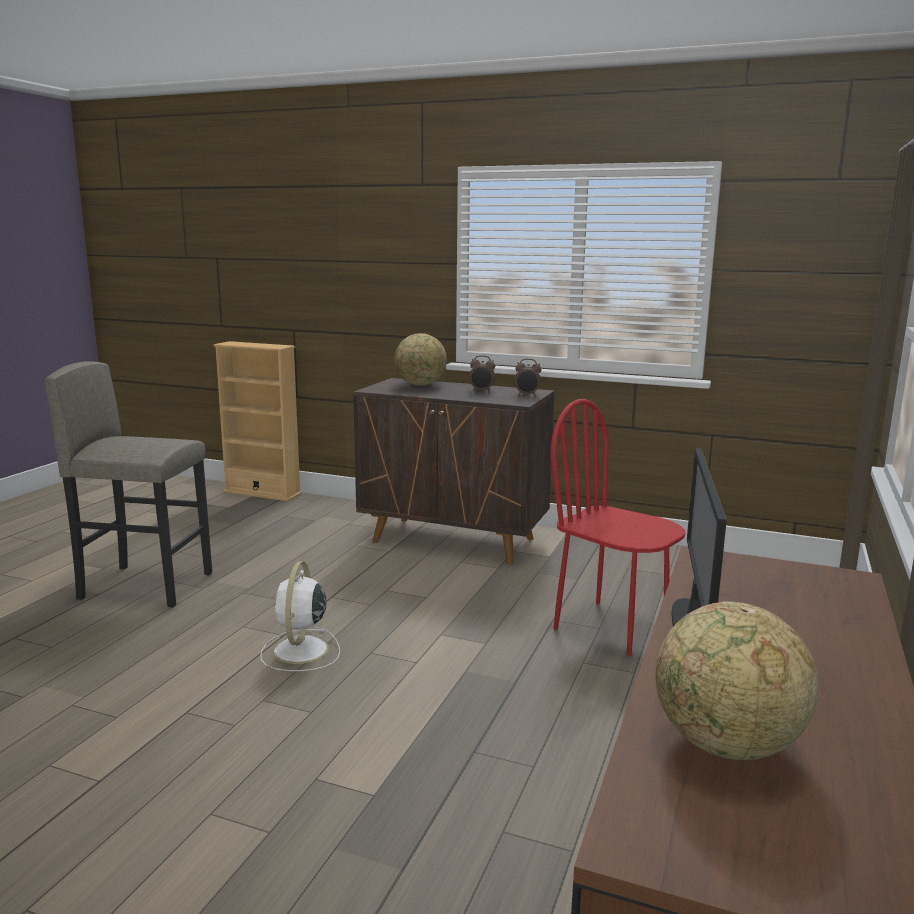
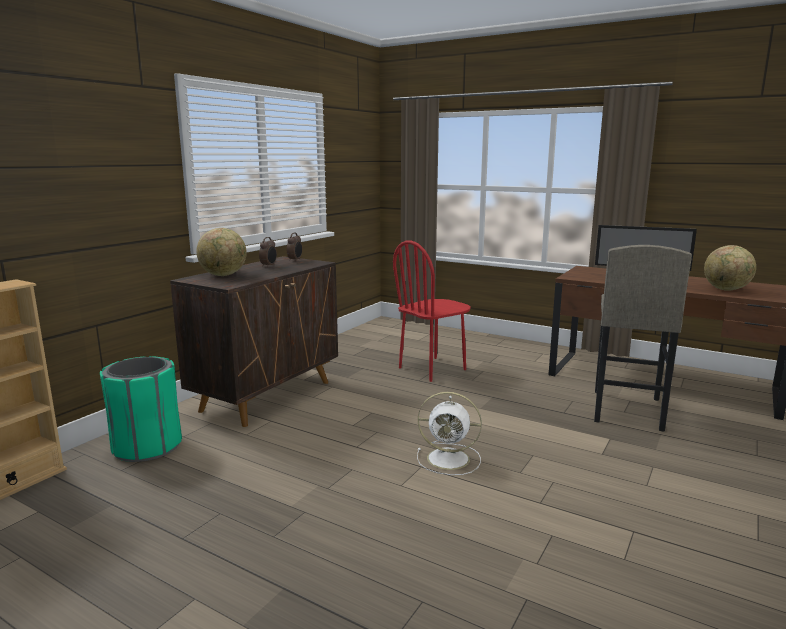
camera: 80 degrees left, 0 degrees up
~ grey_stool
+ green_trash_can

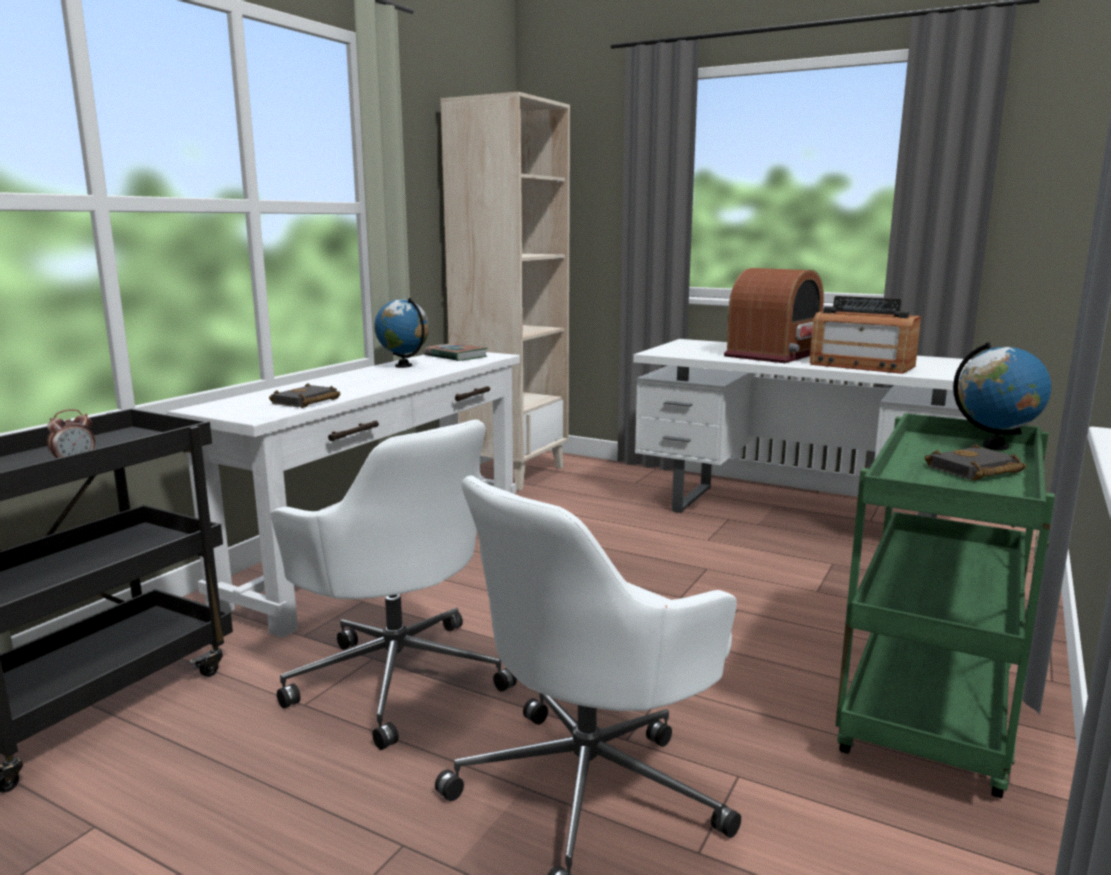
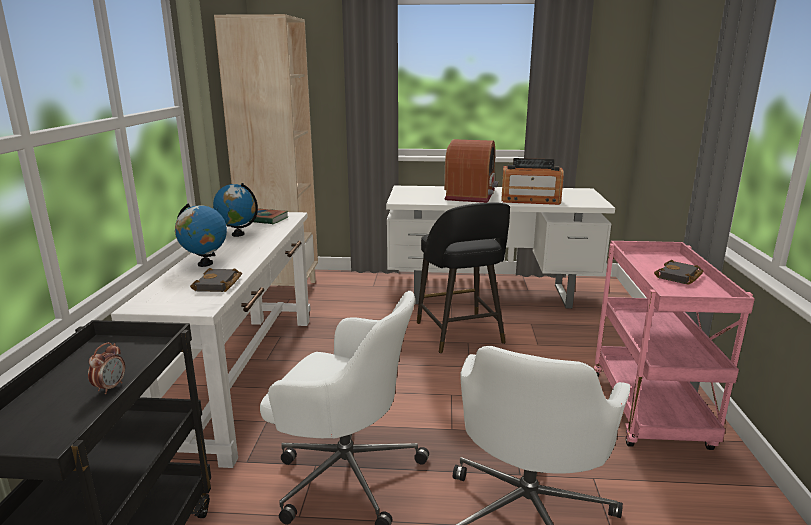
camera: 25 degrees left, 5 degrees up
~ green_cart to pink_cart
~ globe (no. 2 from left in the first image) to globe (no. 1 from left)
+ black_stool

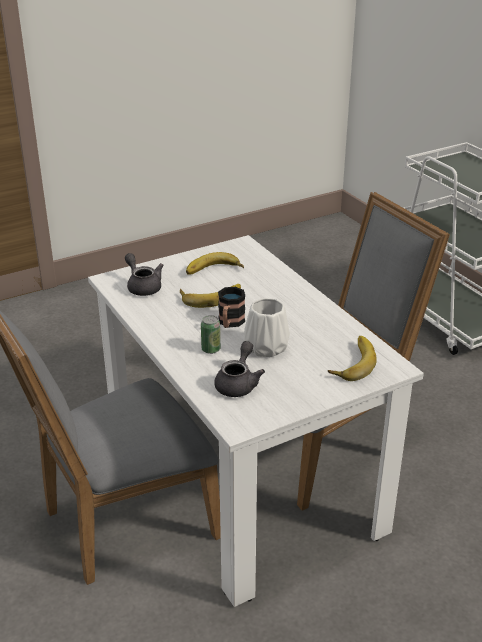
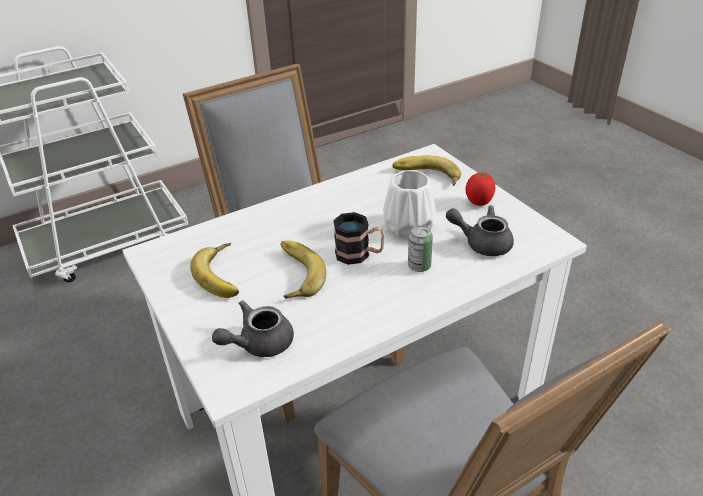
camera: 90 degrees left, 5 degrees up
+ tomato

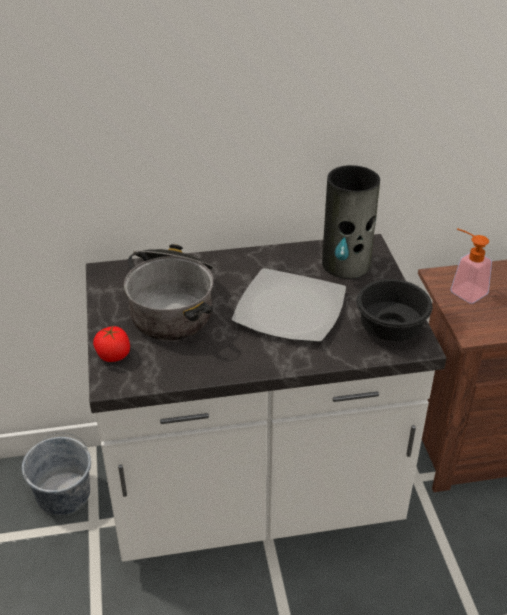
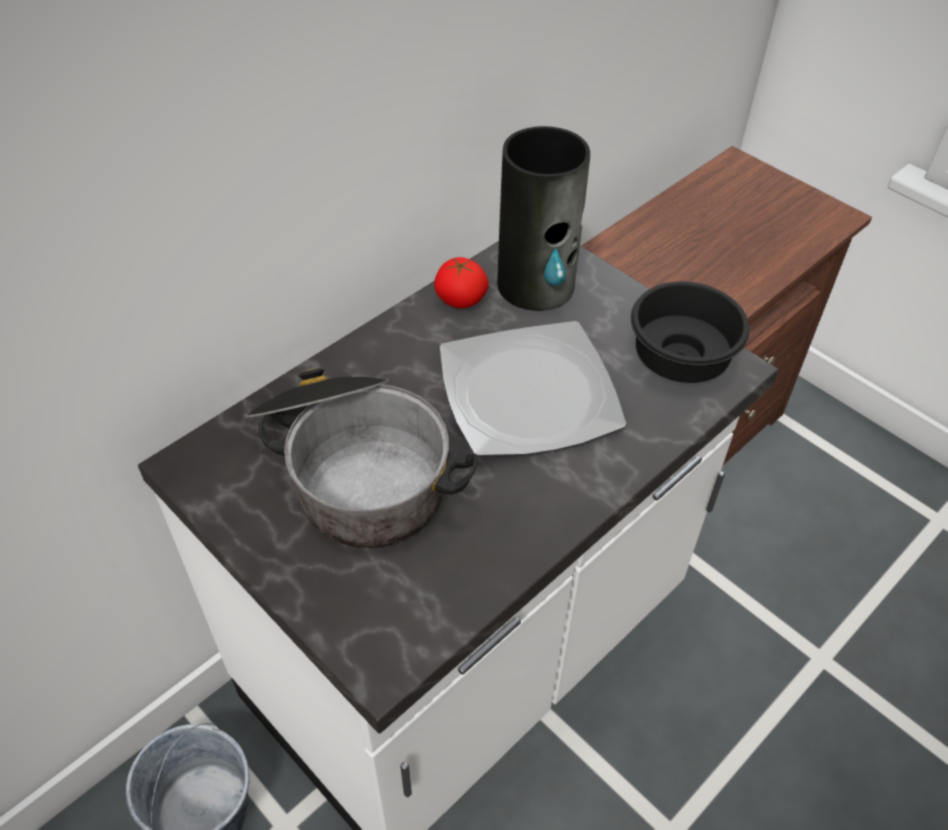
camera: 35 degrees left, 10 degrees up
~ tomato
- soap_dispenser

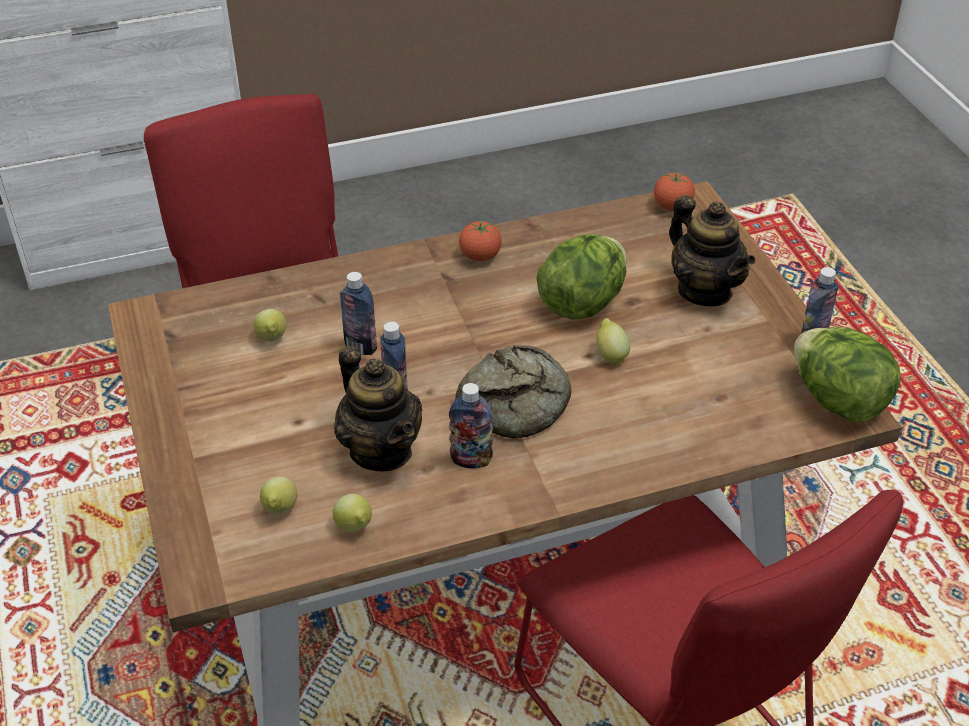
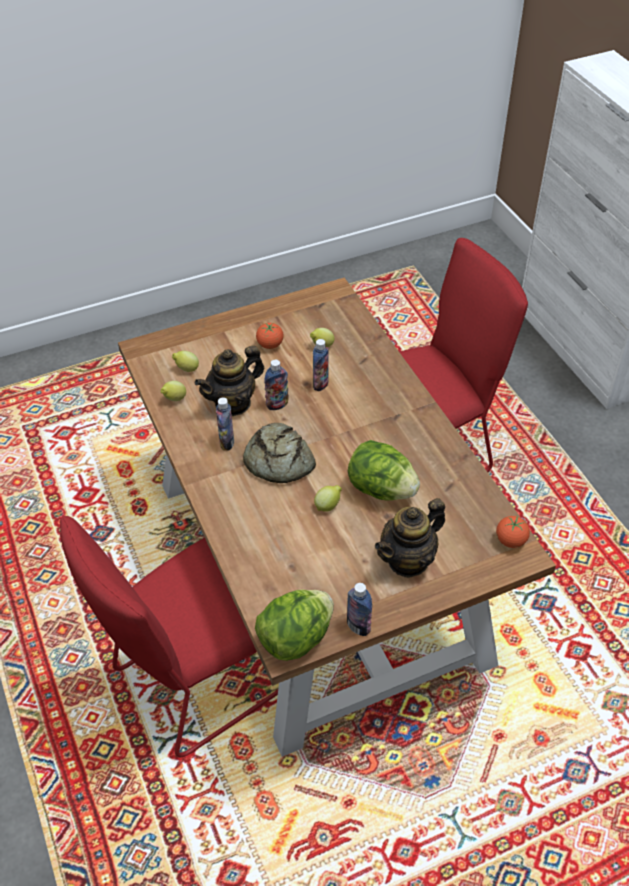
camera: 85 degrees right, 5 degrees up
~ tomato (no. 1 from left)

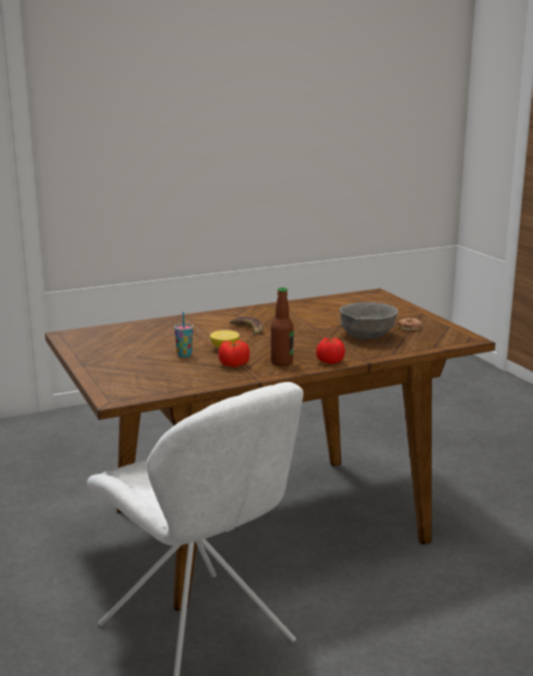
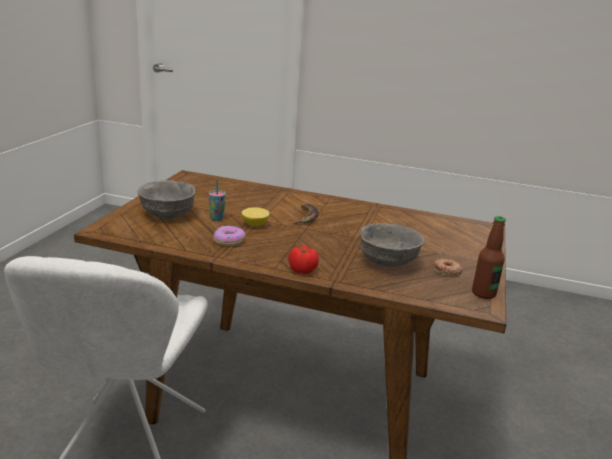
camera: 40 degrees right, 5 degrees up
~ tomato (no. 1 from left) to donut (no. 1 from left)
~ bottle
+ grey_bowl (no. 1 from left)

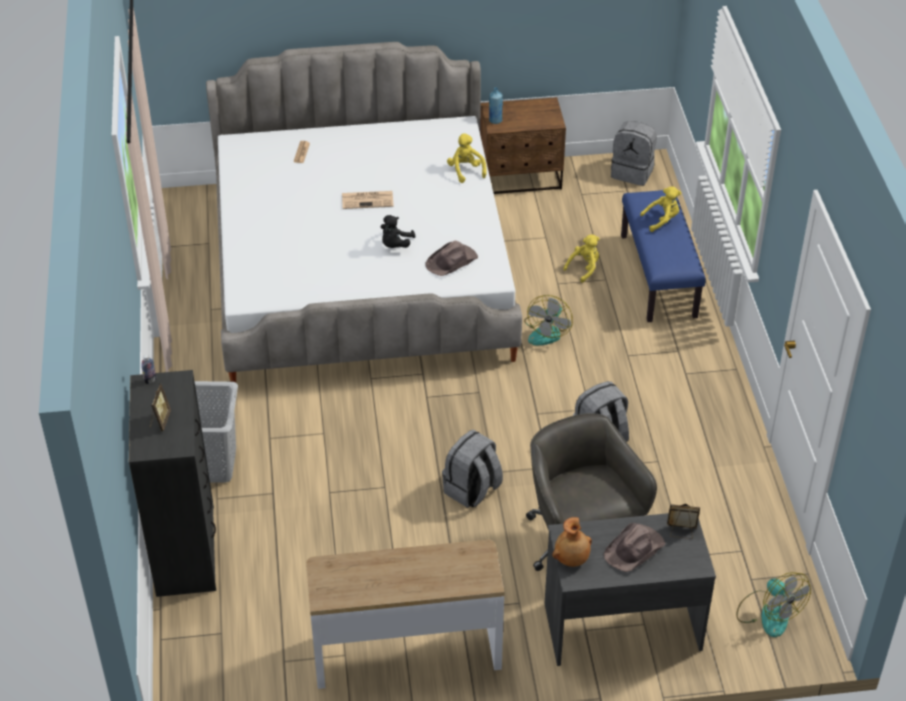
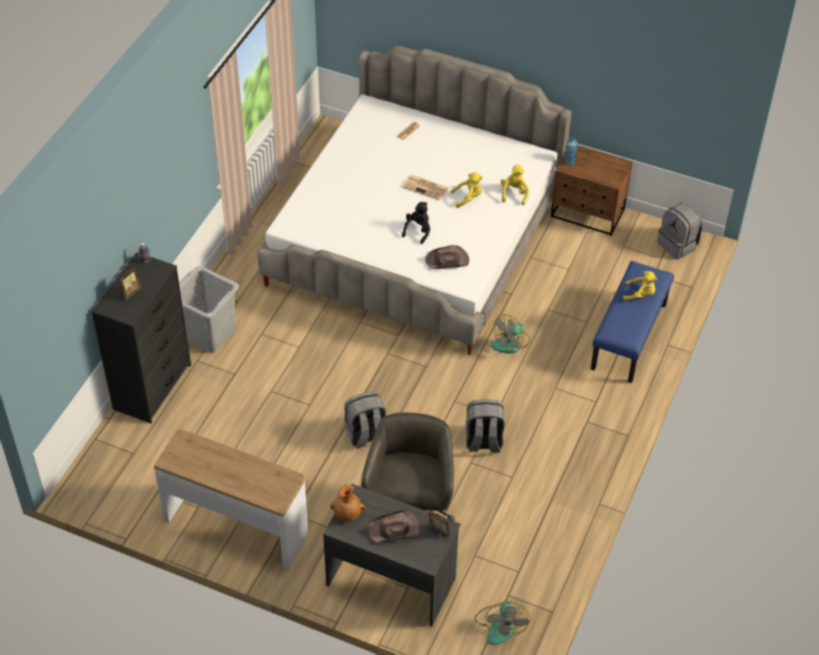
camera: 30 degrees right, 5 degrees up
~ black_plush_toy 150 degrees clockwise
~ yellow_plush_toy (no. 2 from left in the first image) to yellow_plush_toy (no. 1 from left)

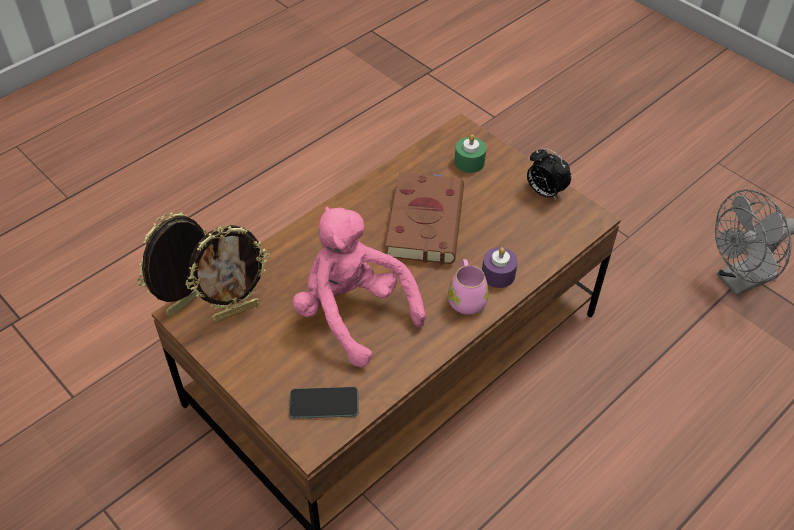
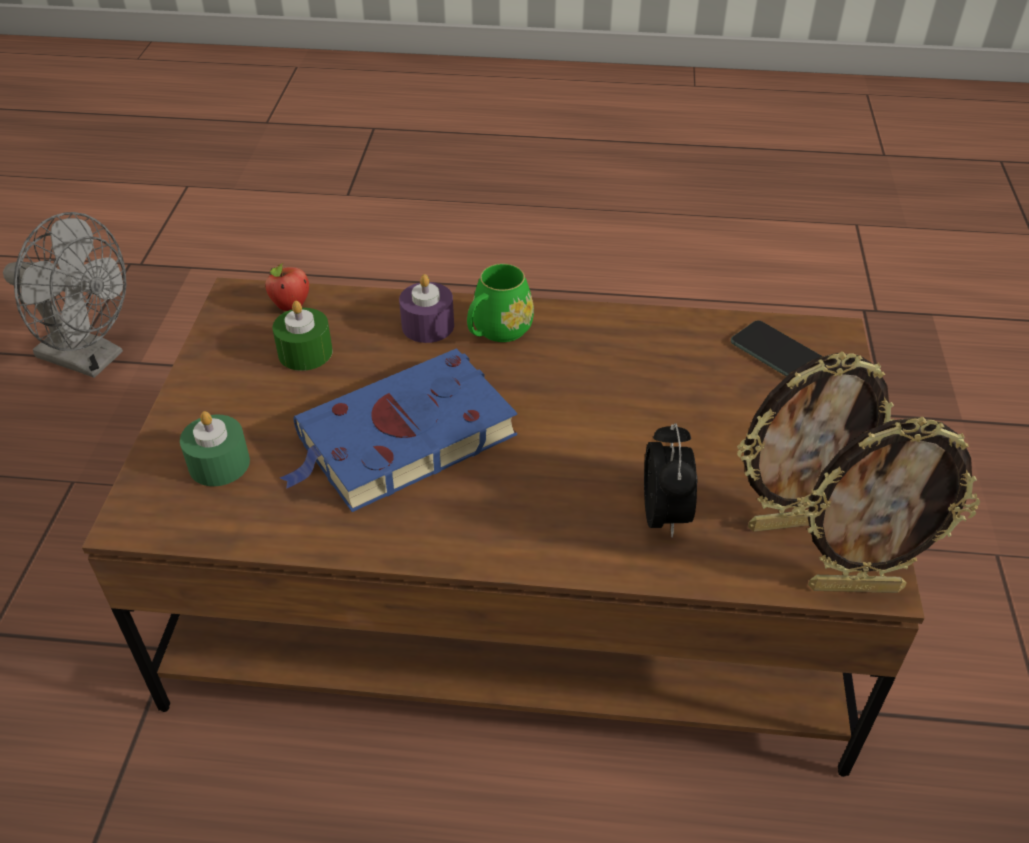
camera: 130 degrees left, 5 degrees down
~ picture_frame (no. 2 from left in the first image) 150 degrees clockwise
- pink_plush_toy
~ brown_book to blue_book
~ pink_mug to green_mug
~ alarm_clock
+ apple
+ green_candle (no. 2 from left)

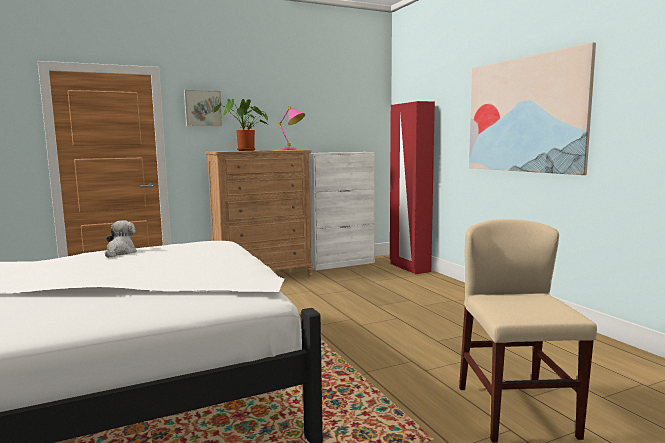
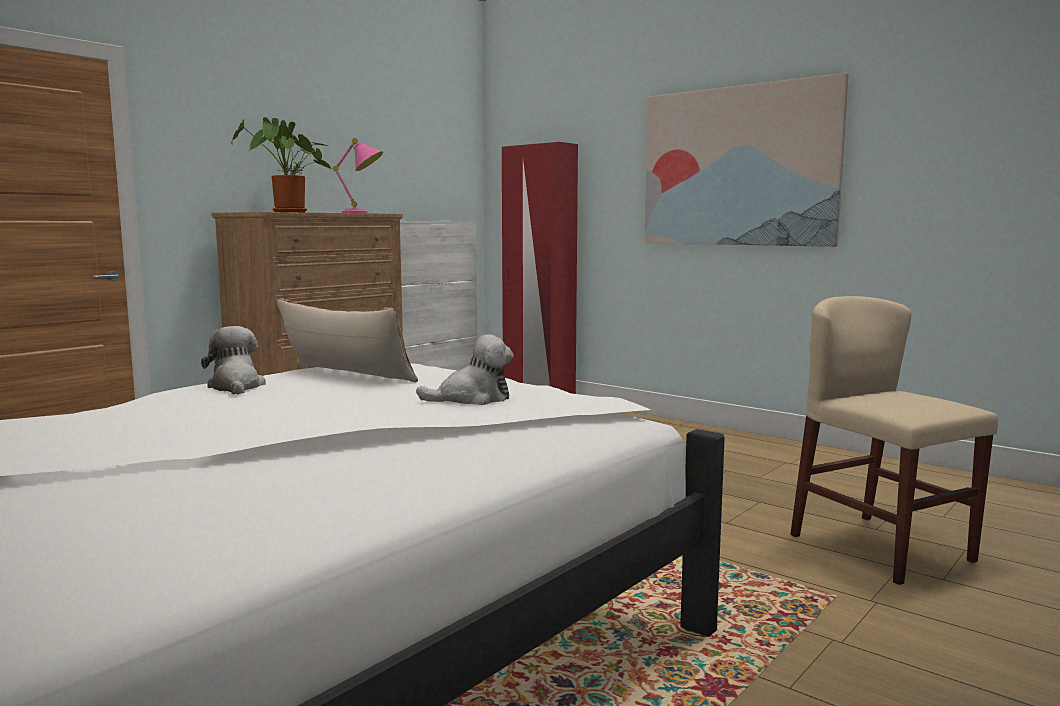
camera: 25 degrees left, 0 degrees up
- picture (no. 1 from left)
+ pillow
+ plush_toy (no. 2 from left)

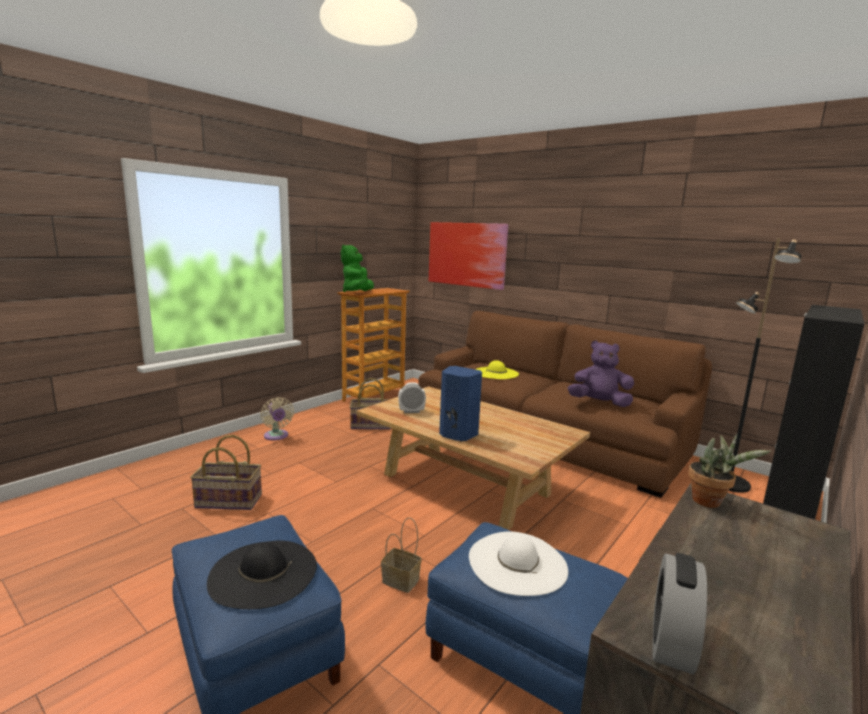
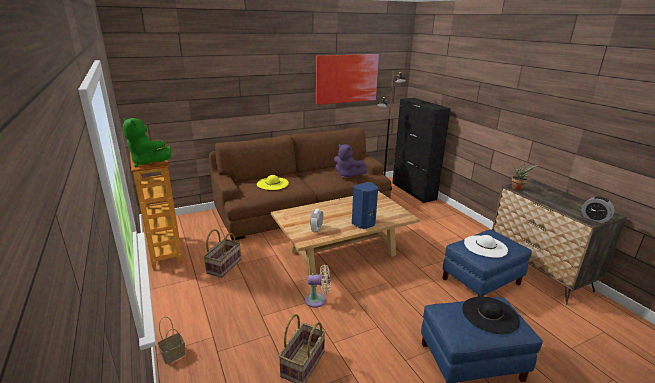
camera: 65 degrees left, 10 degrees up
~ beige_fan
~ basket (no. 3 from left in the first image) to basket (no. 1 from left)
~ picture
~ purple_plush_toy 90 degrees counterclockwise

